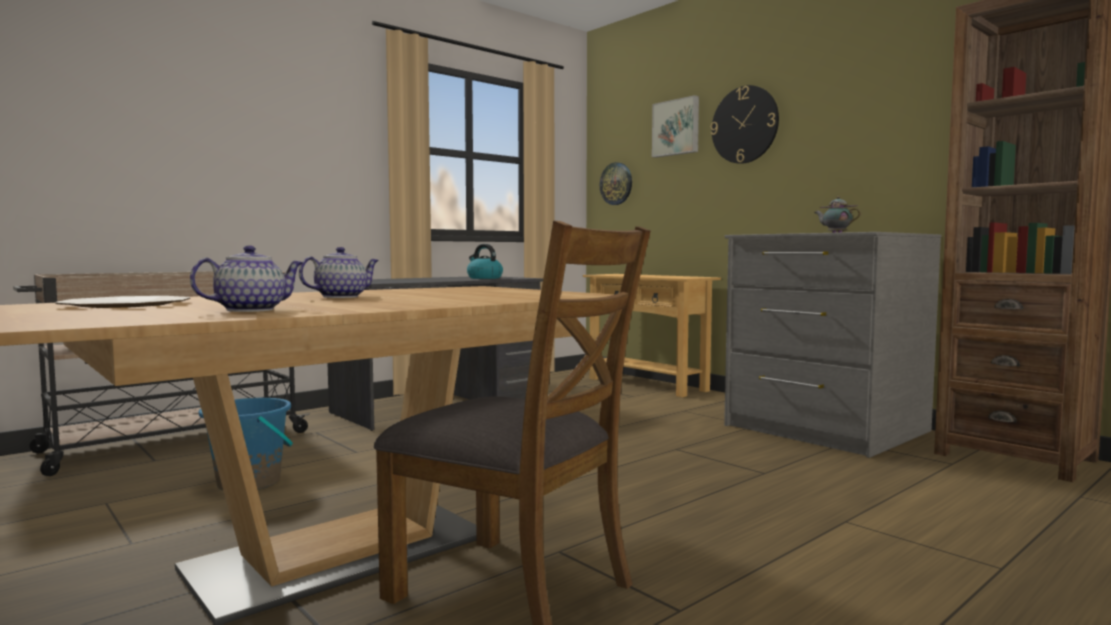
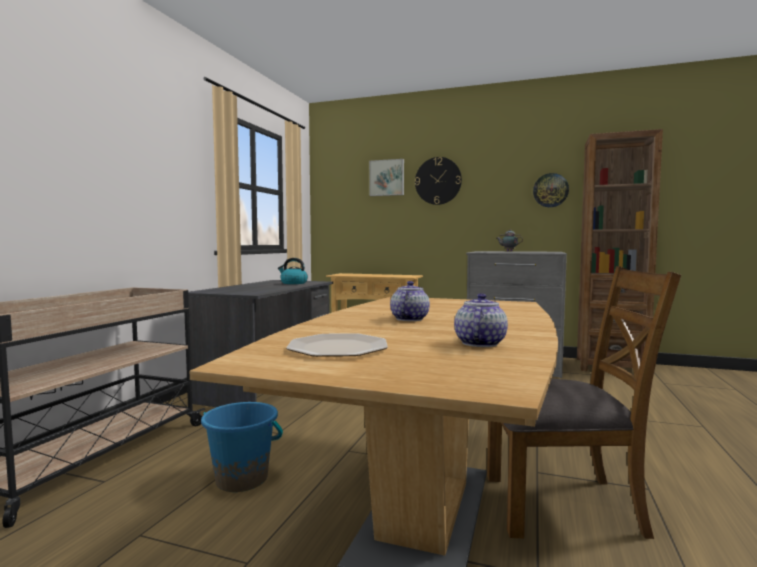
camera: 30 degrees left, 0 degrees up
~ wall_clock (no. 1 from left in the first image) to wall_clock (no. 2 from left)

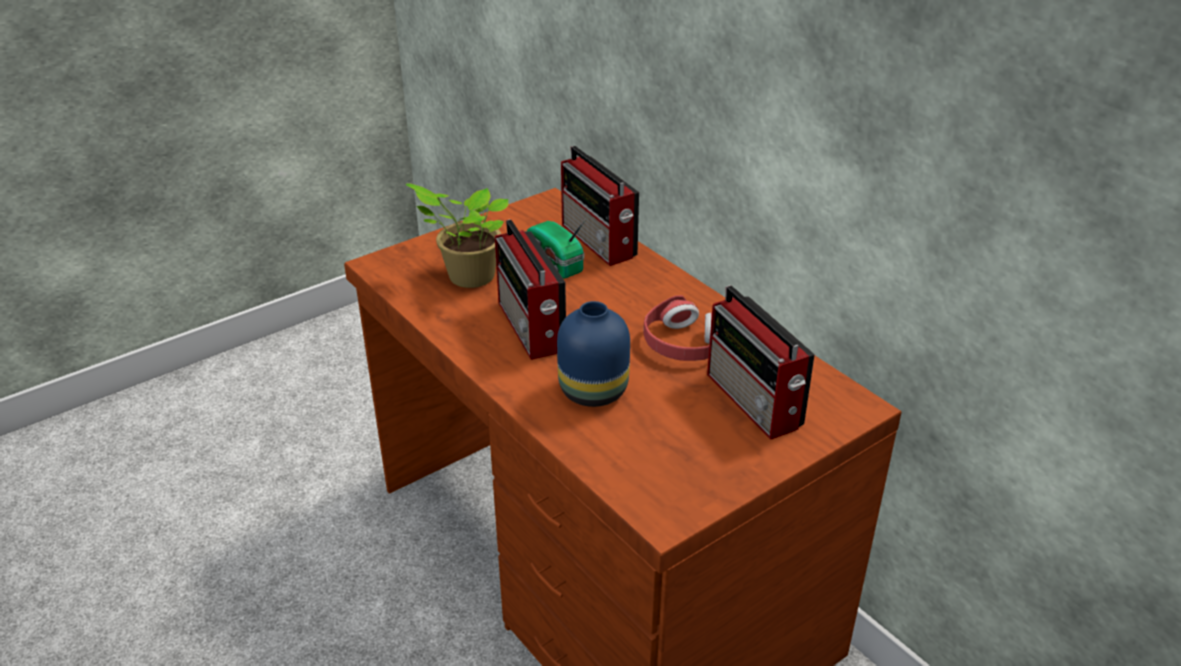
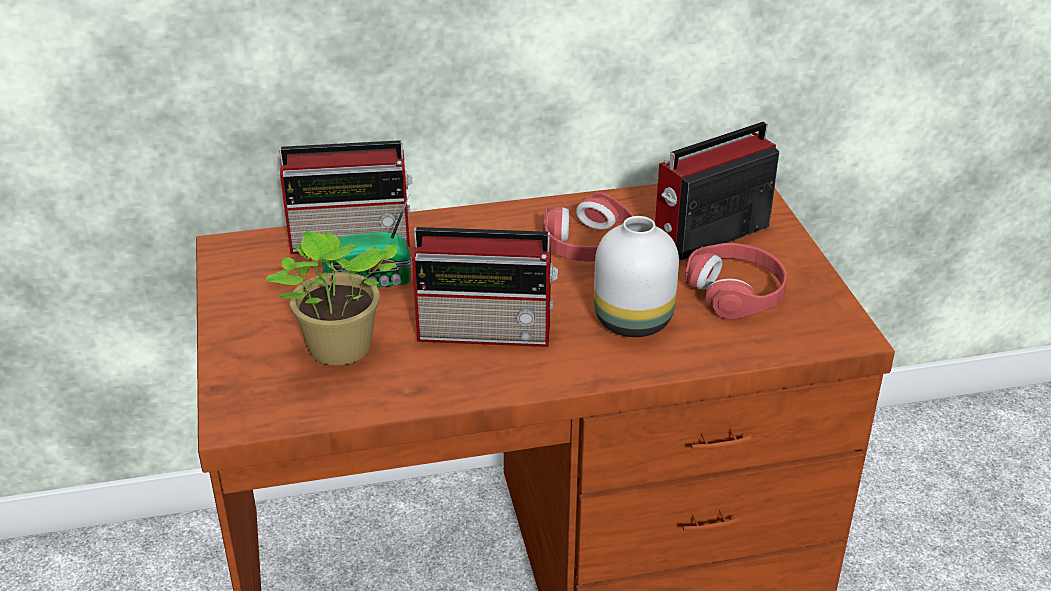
camera: 65 degrees left, 0 degrees up
~ blue_vase to white_vase
~ radio (no. 4 from left) 150 degrees clockwise
+ red_headphones (no. 2 from left)

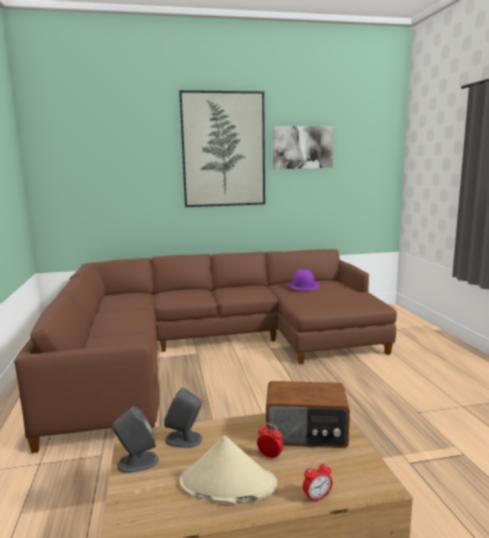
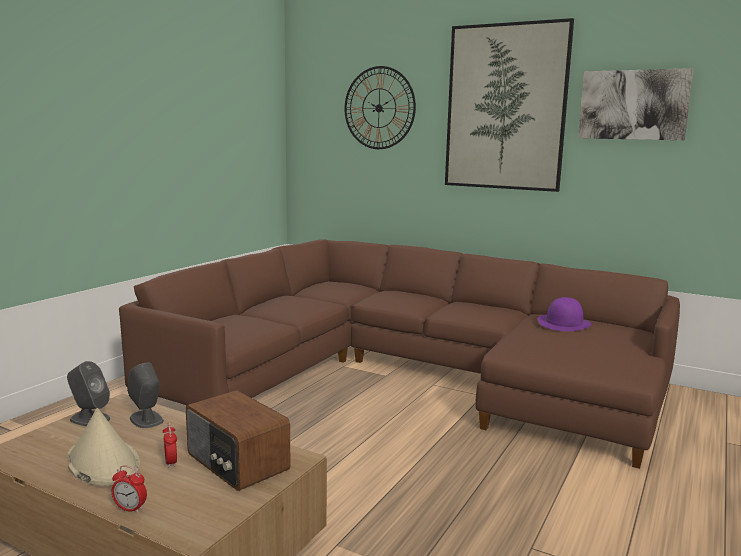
camera: 40 degrees right, 0 degrees up
+ wall_clock

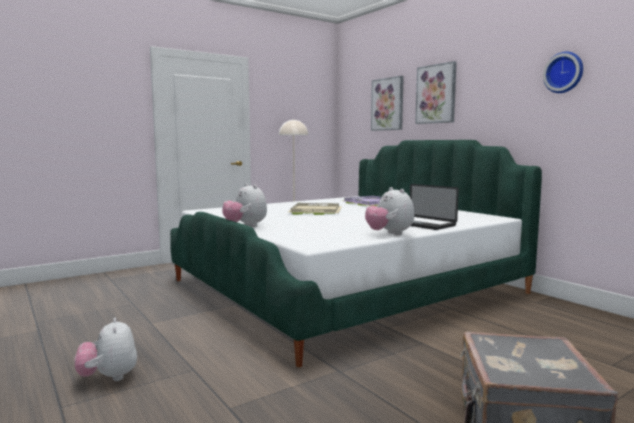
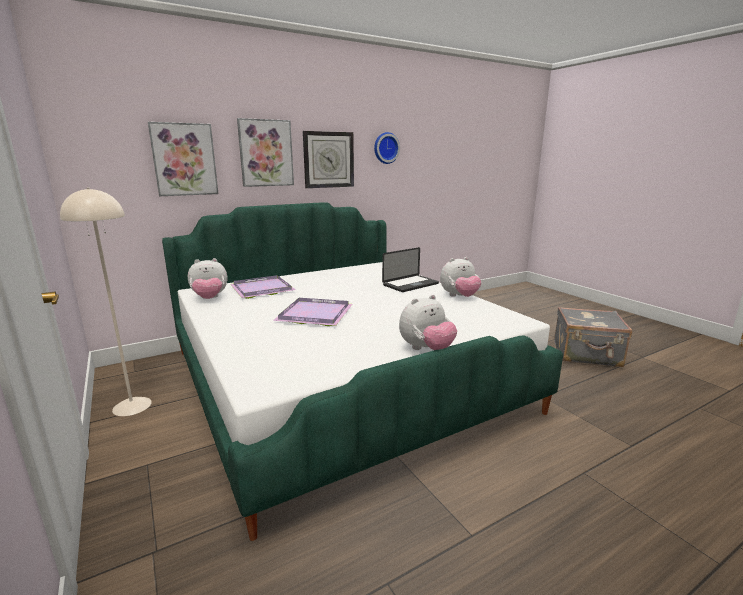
camera: 85 degrees left, 10 degrees up
~ plush_toy (no. 1 from left)
~ beige_tray to purple_tray (no. 2 from left)
+ wall_clock (no. 1 from left)

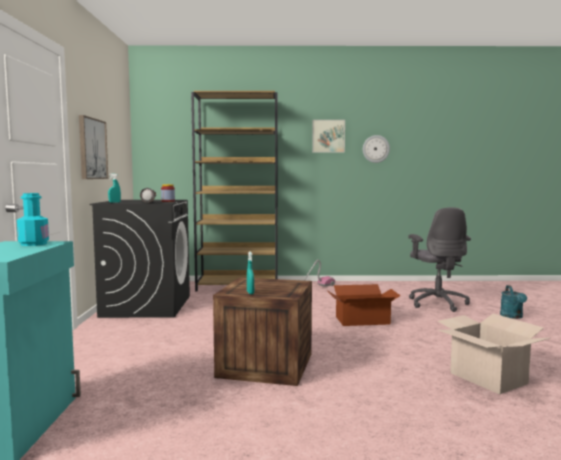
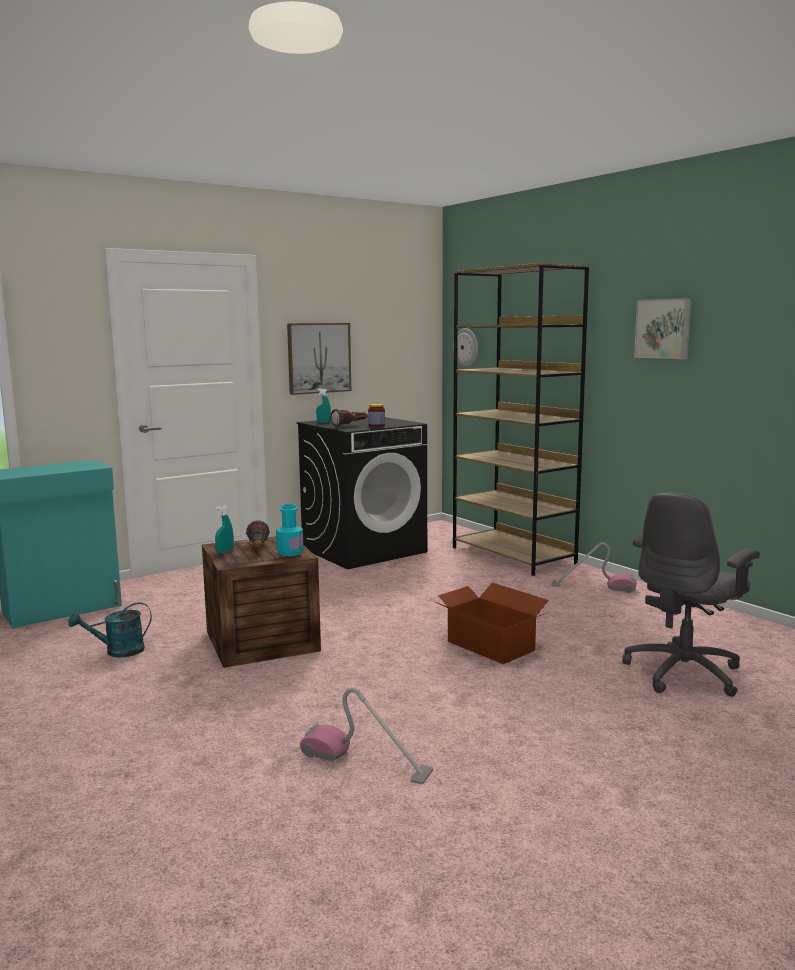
camera: 55 degrees right, 5 degrees up
~ turquoise_bottle
~ wall_clock
~ cardboard_box (no. 2 from left) to vacuum_cleaner (no. 1 from left)
~ turquoise_watering_can
+ flashlight (no. 1 from left)

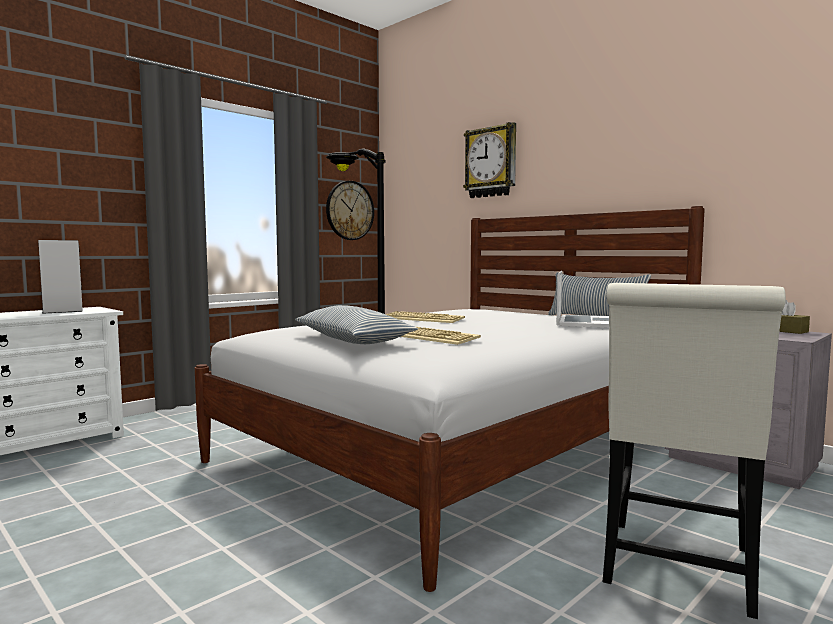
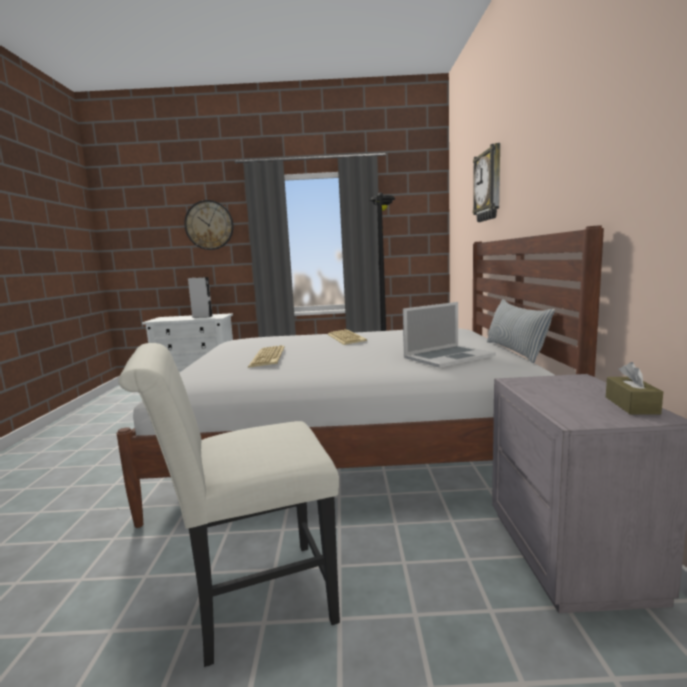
camera: 45 degrees right, 5 degrees up
- pillow (no. 1 from left)
~ wall_clock (no. 1 from left)

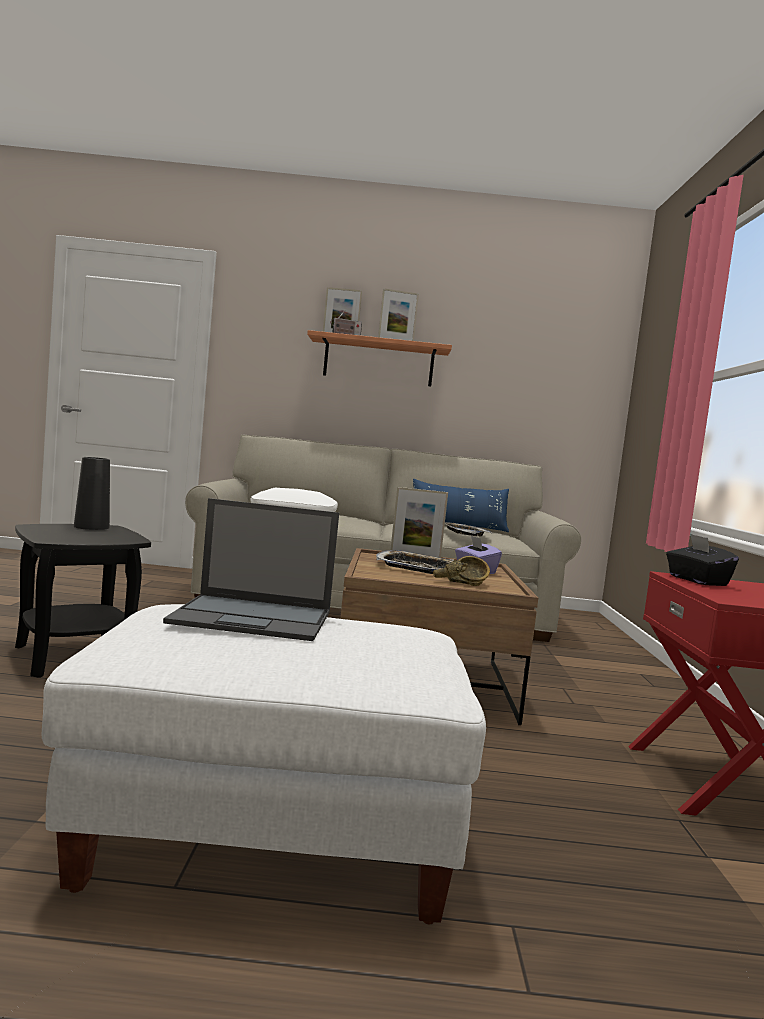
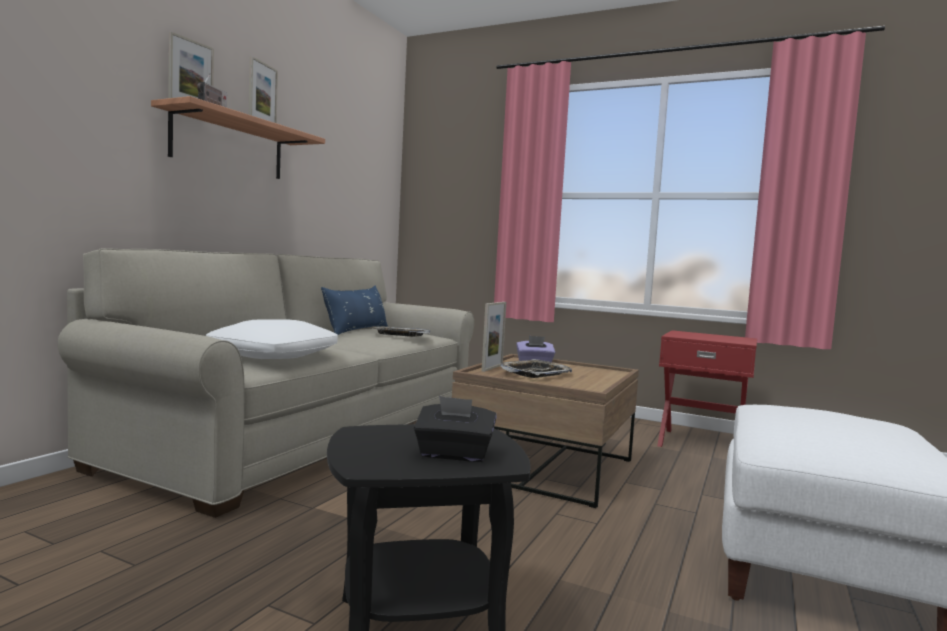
camera: 65 degrees left, 0 degrees up
- black_vase
- laptop
- brown_bowl
~ black_tissue_box

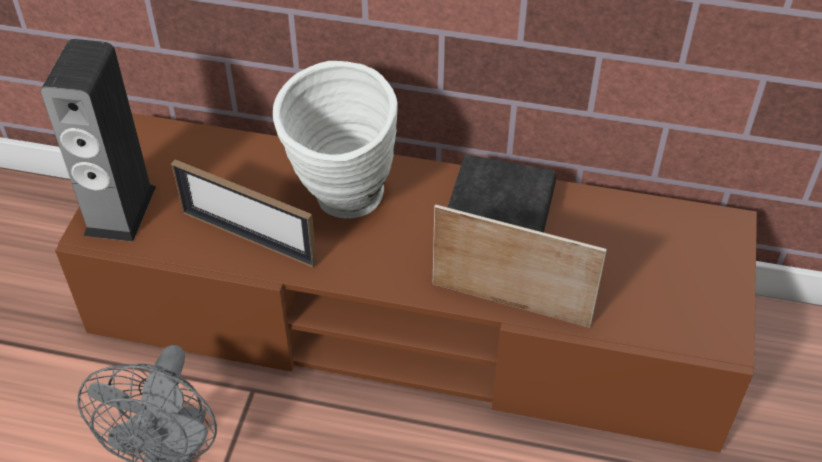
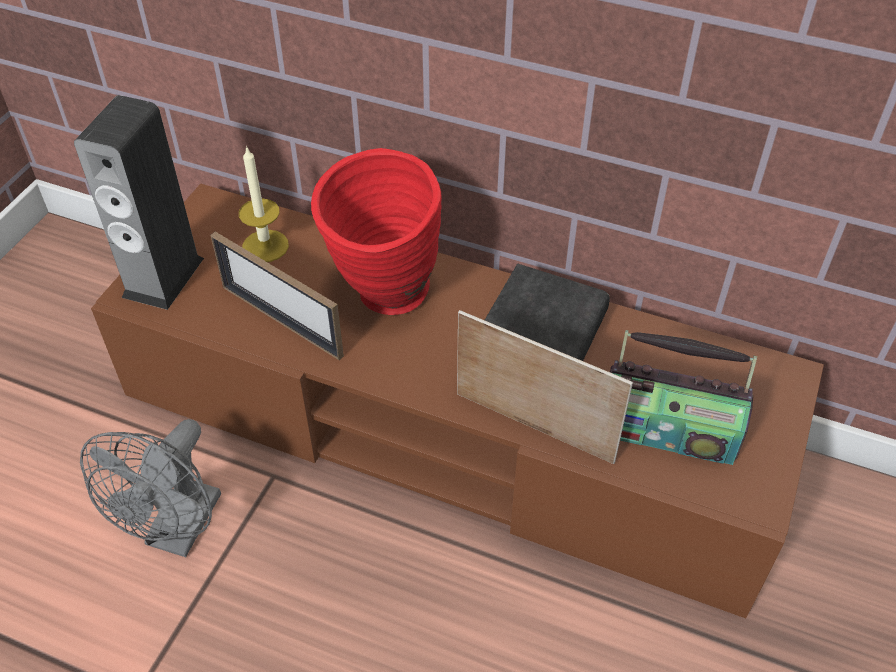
camera: 10 degrees right, 0 degrees up
~ white_vase to red_vase
+ candle
+ radio

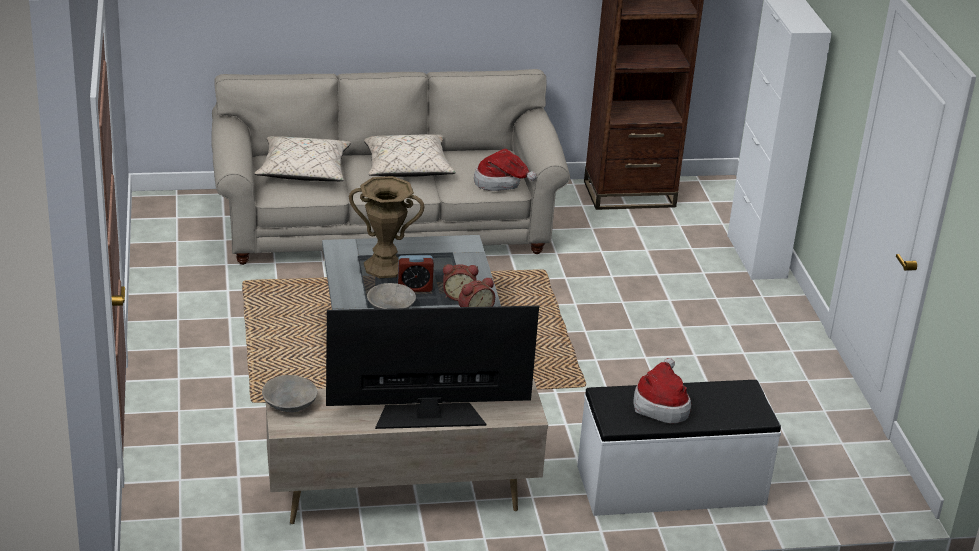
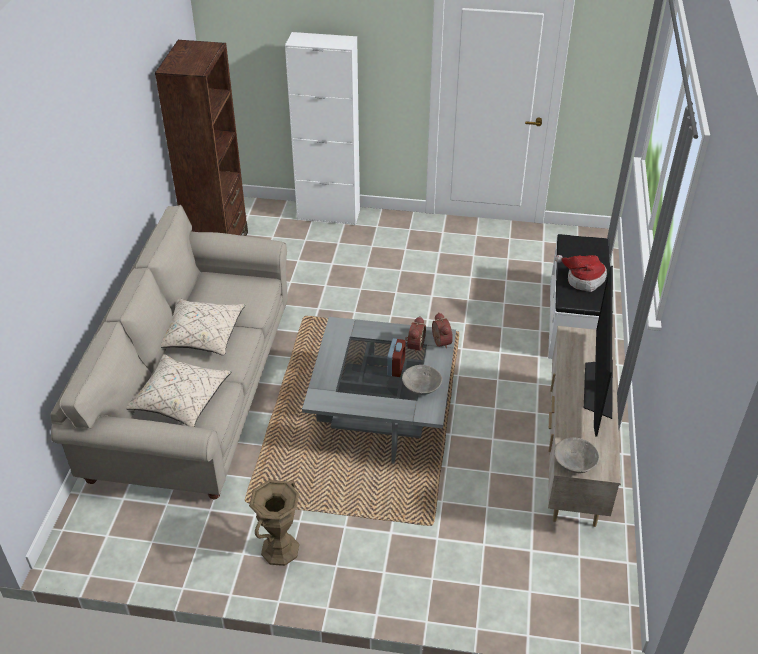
camera: 70 degrees left, 10 degrees up
~ brown_vase
- hat (no. 1 from left)

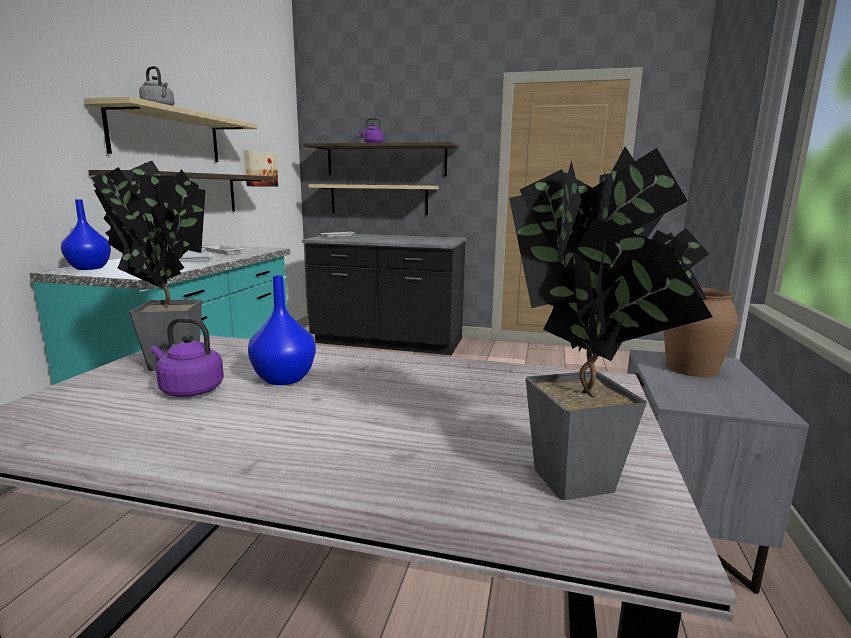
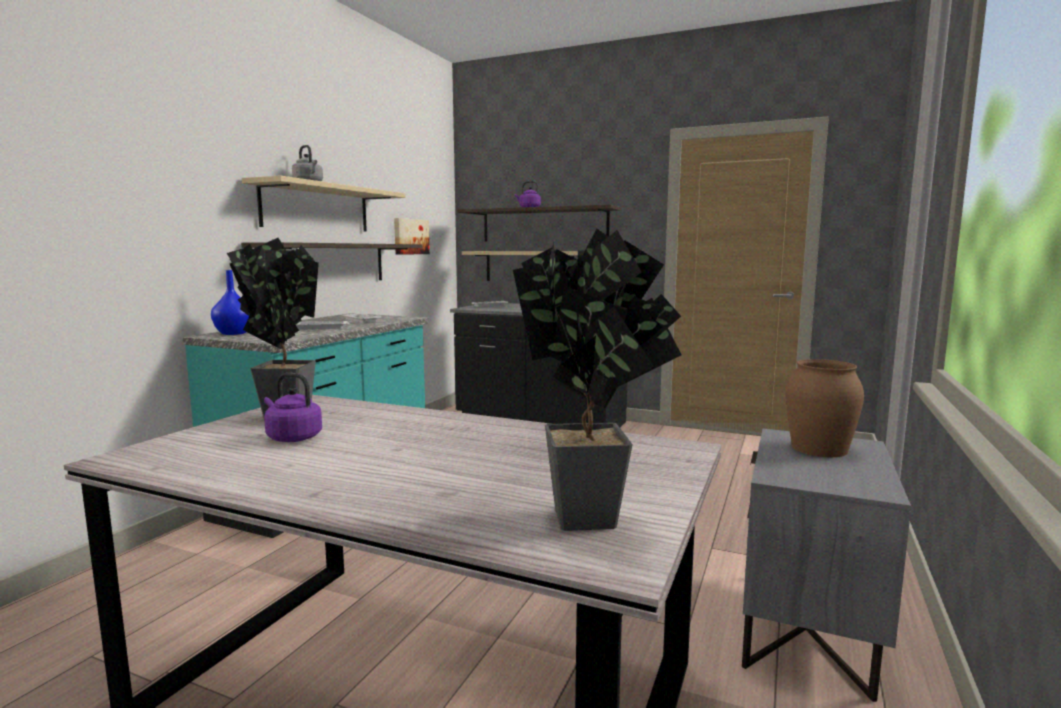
camera: 10 degrees right, 5 degrees down
- blue_vase (no. 2 from left)

